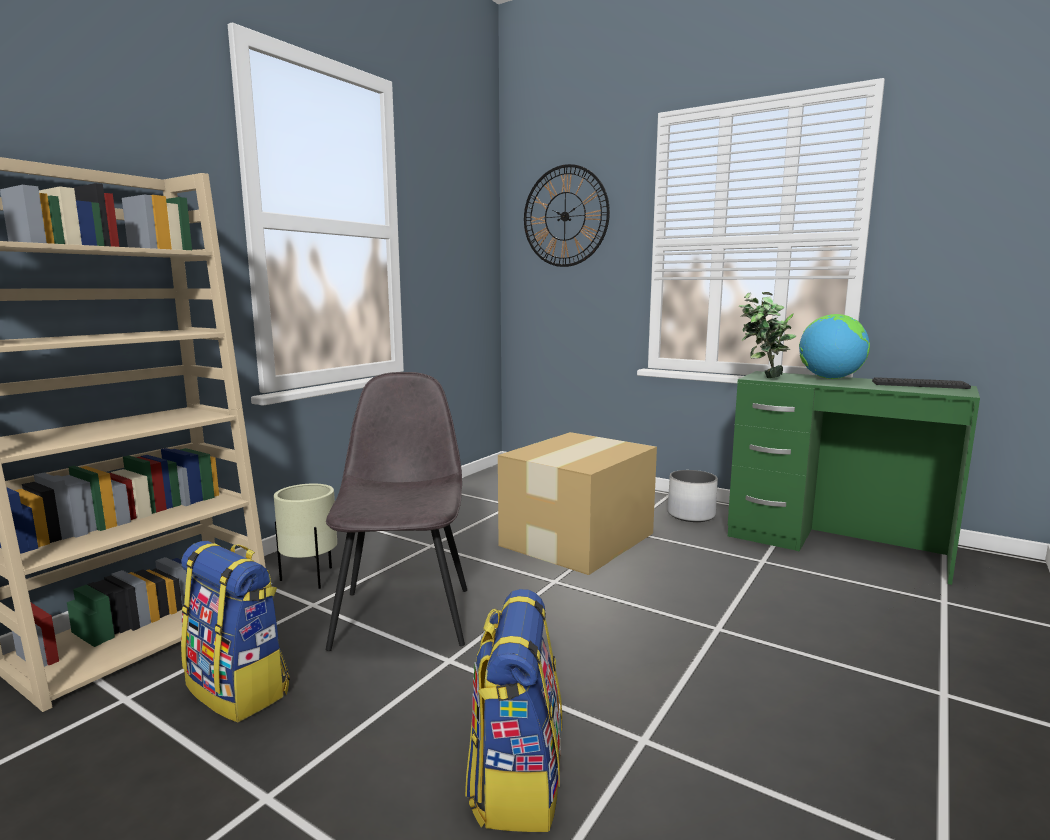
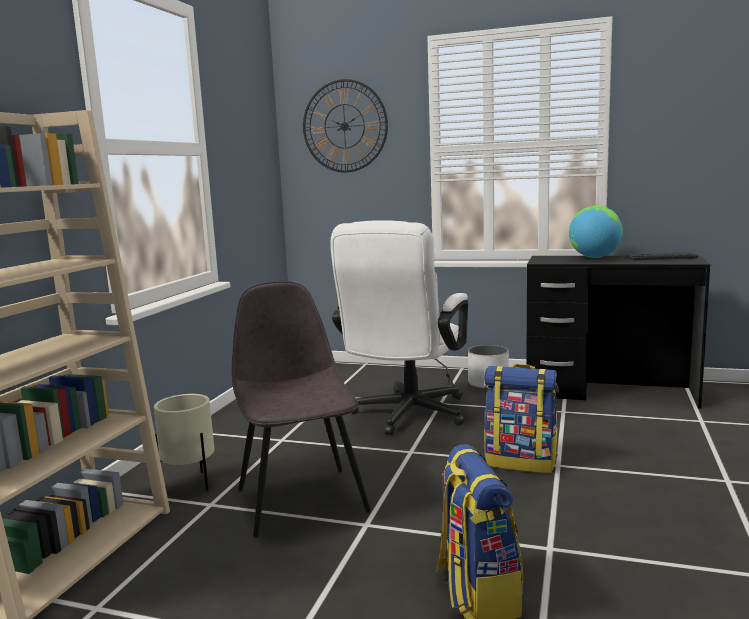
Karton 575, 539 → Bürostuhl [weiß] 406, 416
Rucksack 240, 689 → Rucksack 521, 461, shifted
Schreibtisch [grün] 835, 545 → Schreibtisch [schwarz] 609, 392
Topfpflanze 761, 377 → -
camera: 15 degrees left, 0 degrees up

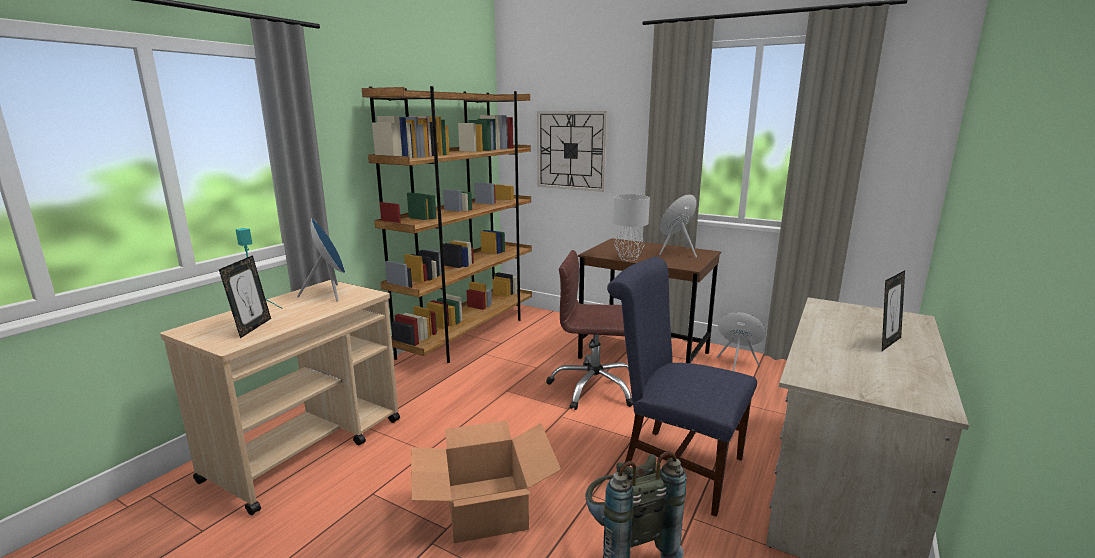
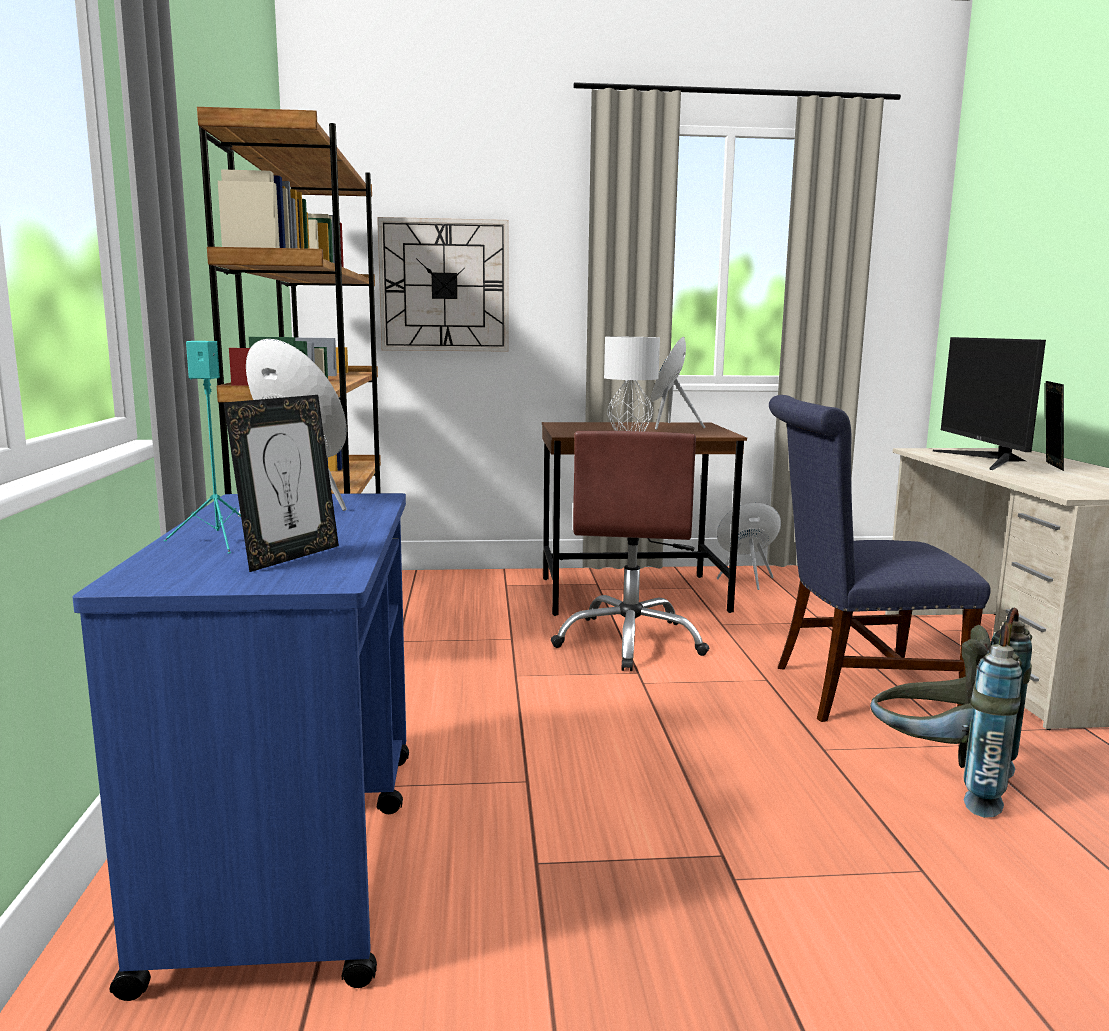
Rollwagen [beige] 308, 448 → Rollwagen [blau] 295, 852
Bilderrahmen 252, 328 → Bilderrahmen 289, 557, 60 degrees clockwise
Bürostuhl [braun] 594, 388 → Bürostuhl [braun] 630, 642, 60 degrees counterclockwise
- → Monitor 986, 460
Karton 485, 508 → -
camera: 35 degrees left, 5 degrees down

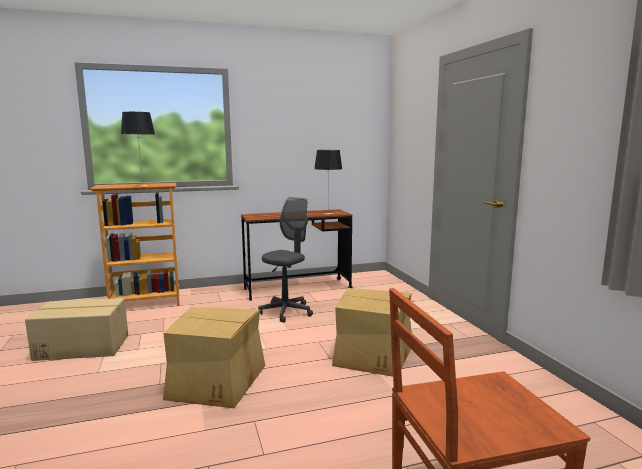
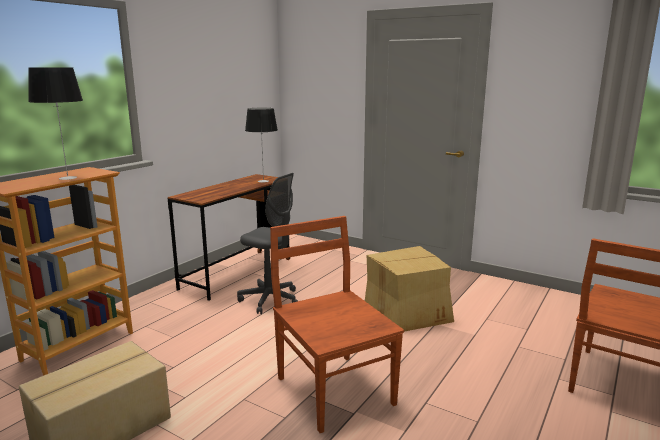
Bürostuhl [grau] 286, 312 → Bürostuhl [grau] 270, 300, 120 degrees clockwise
Karton 216, 381 → Stuhl [braun] 333, 389
camera: 40 degrees left, 5 degrees up

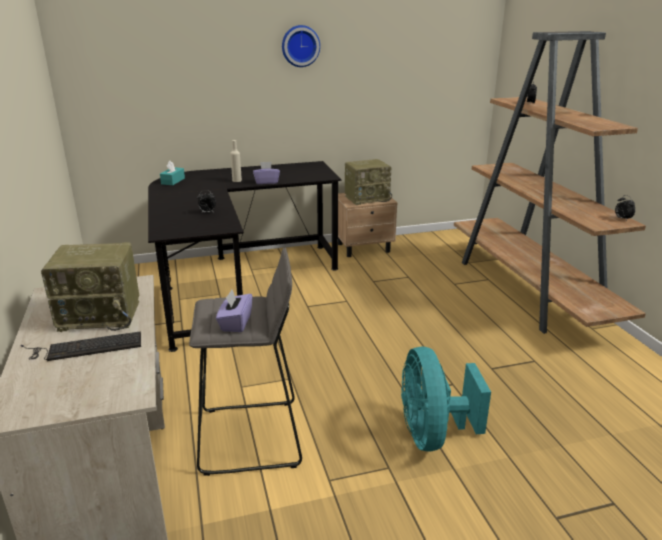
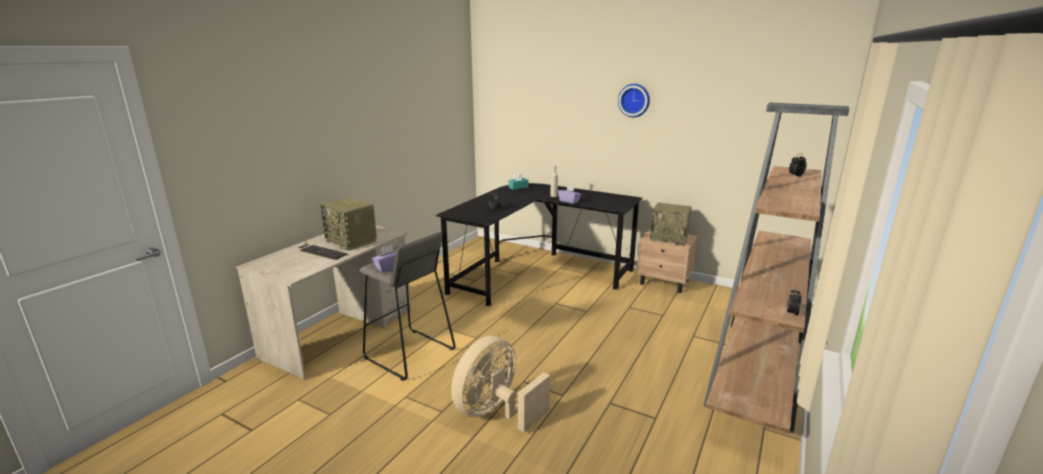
Ventilator [türkis] 432, 434 → Ventilator [beige] 496, 412
camera: 45 degrees right, 5 degrees down

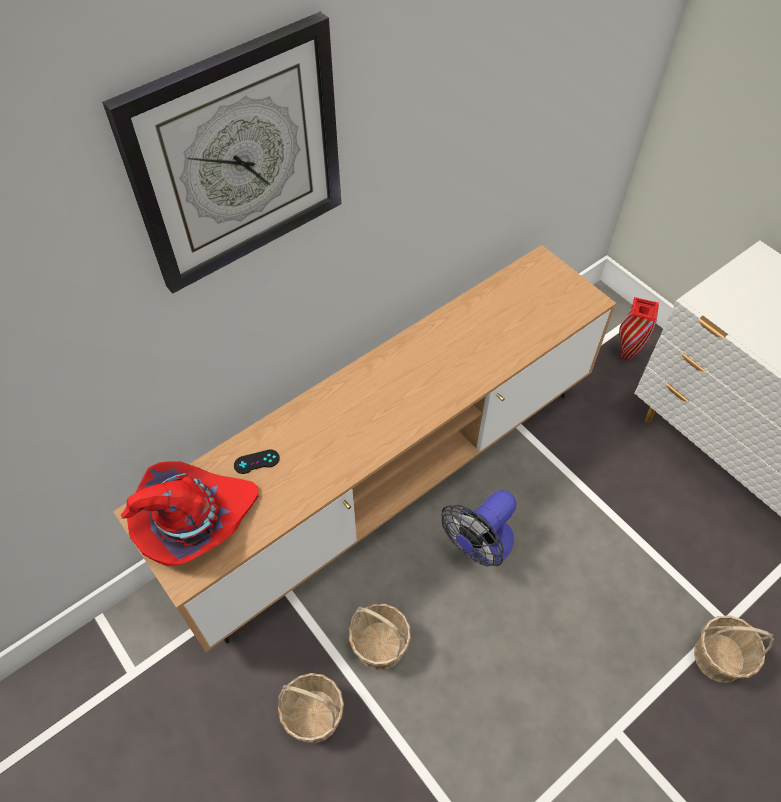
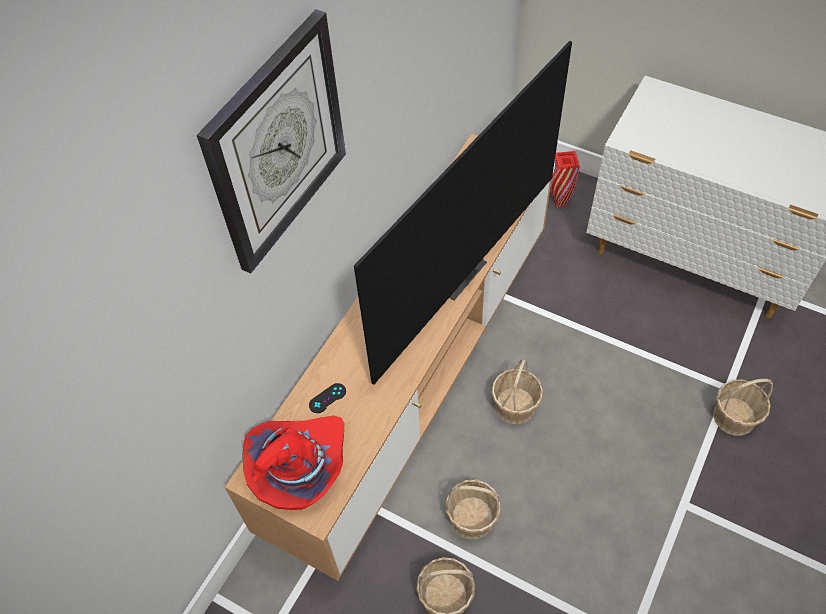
- → Fernseher 454, 271
Ventilator 480, 547 → Korb 515, 406
camera: 20 degrees left, 0 degrees up

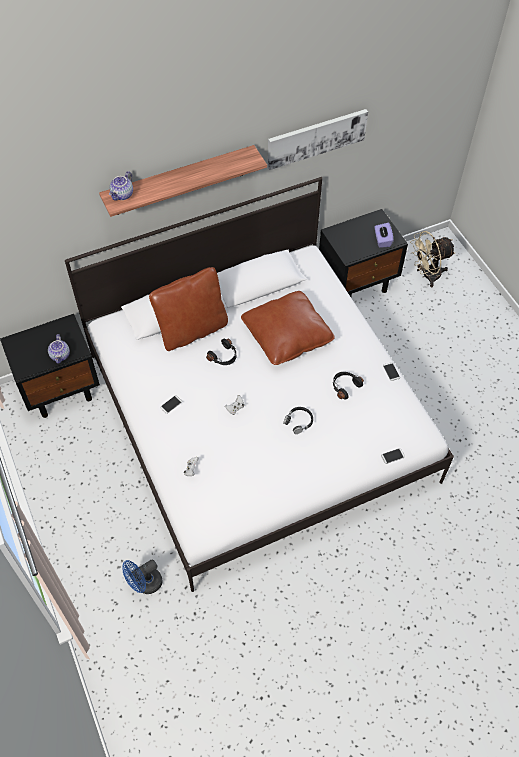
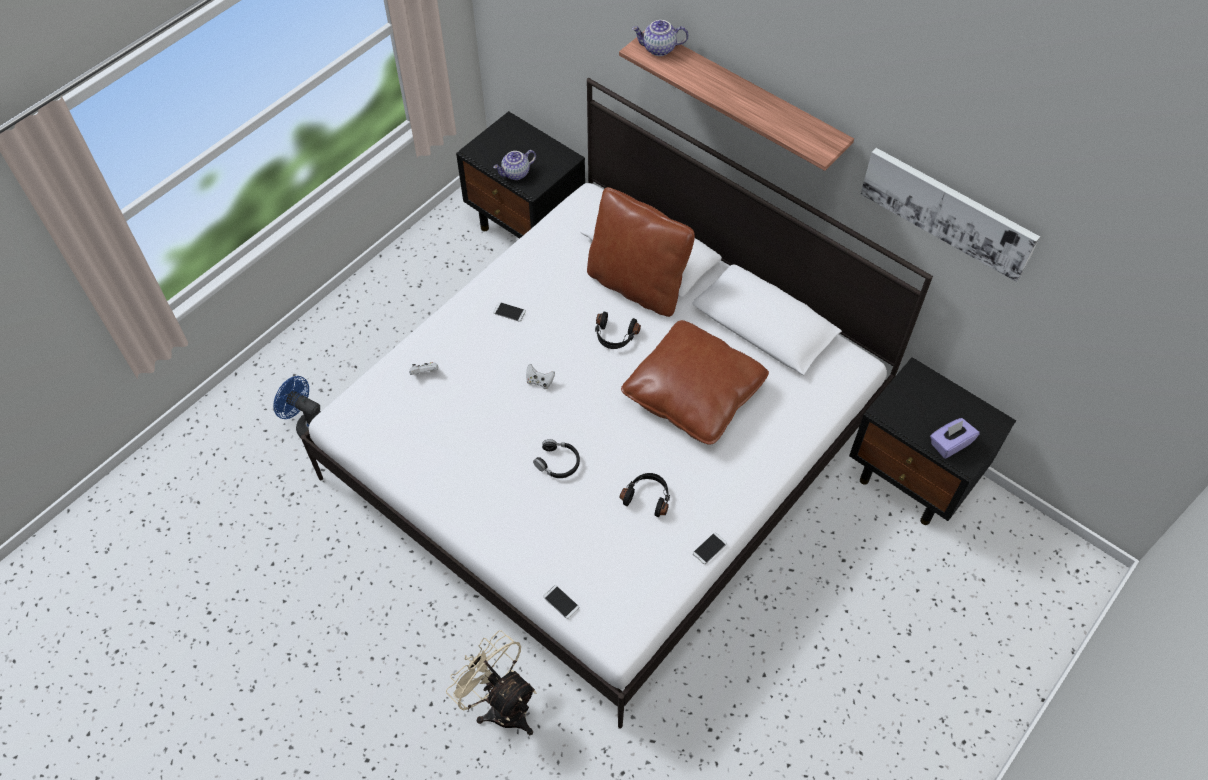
Ventilator [beige] 427, 275 → Ventilator [beige] 501, 704, shifted
camera: 65 degrees right, 0 degrees up

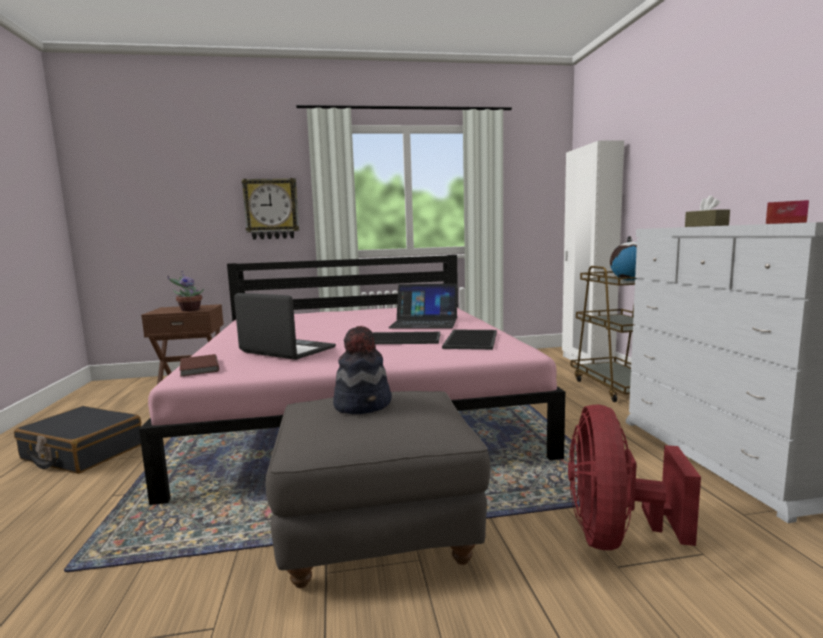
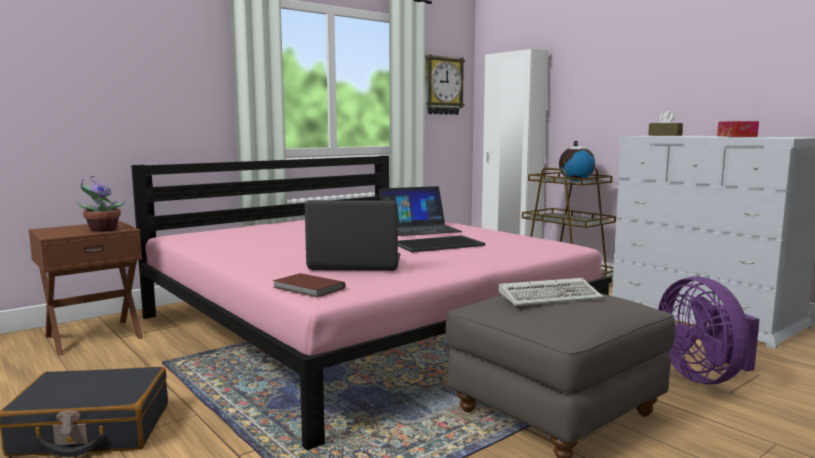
Wanduhr 271, 209 → Wanduhr 442, 85, shifted
Hut 363, 404 → Tastatur 551, 296
Ventilator [rot] 614, 535 → Ventilator [lila] 704, 376
Tablett 470, 339 → -
camera: 30 degrees left, 0 degrees up

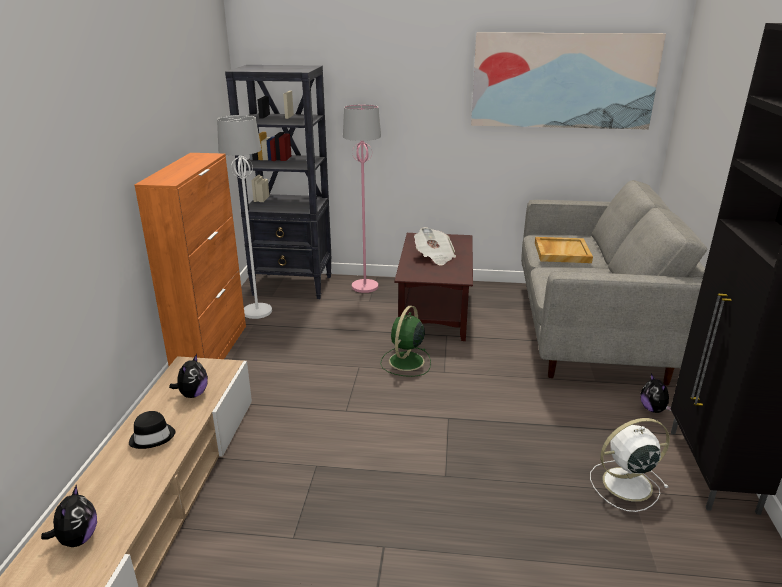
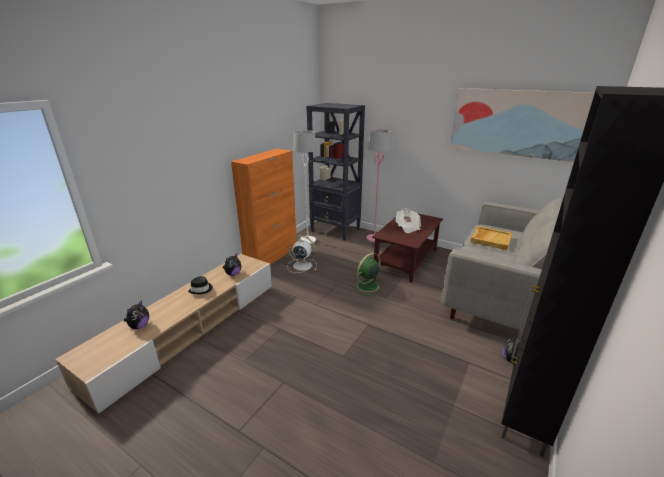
Ventilator [weiß] 625, 484 → Ventilator [weiß] 301, 265, shifted
camera: 25 degrees right, 0 degrees up

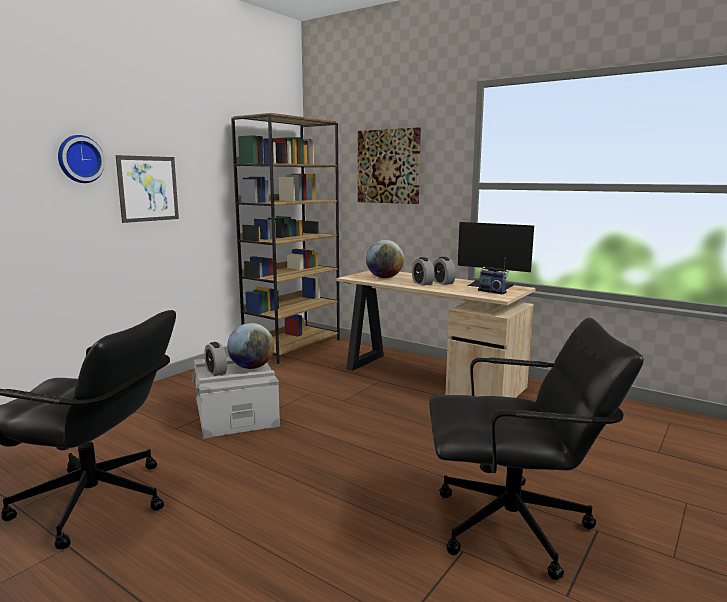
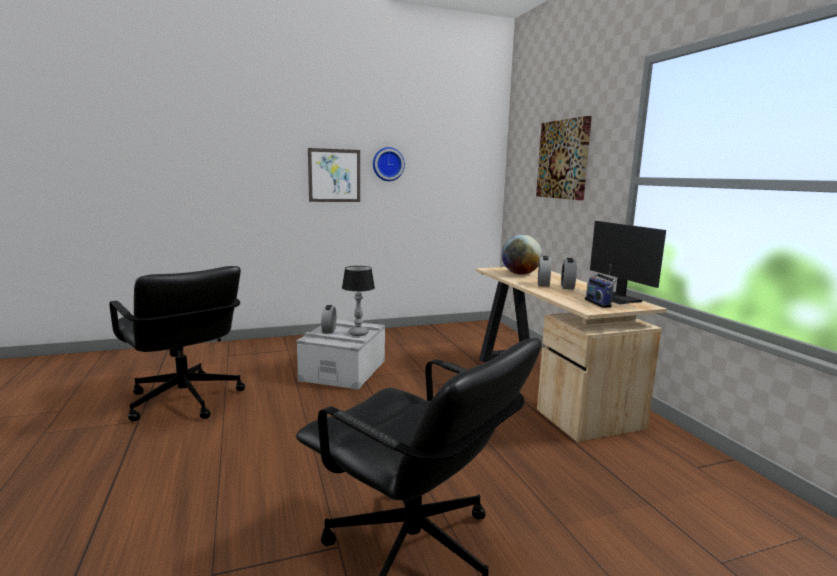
Globus 251, 367 → Tischlampe 358, 333
Wanduhr 79, 159 → Wanduhr 387, 164, shifted
Bücherregal [braun] 293, 346 → -
camera: 35 degrees right, 0 degrees up

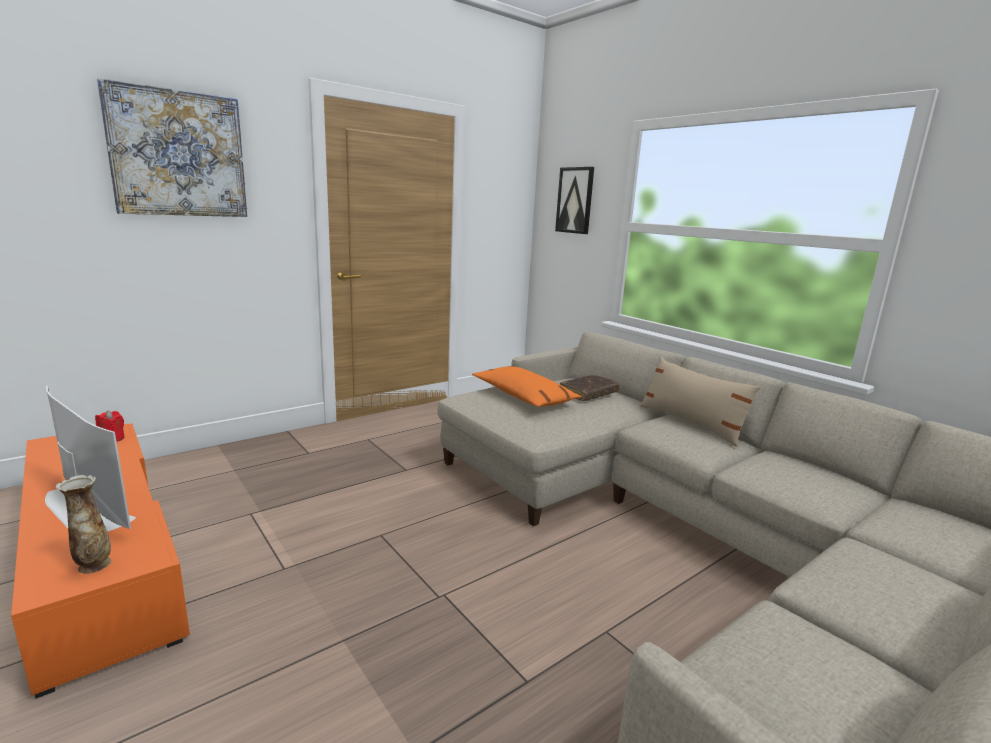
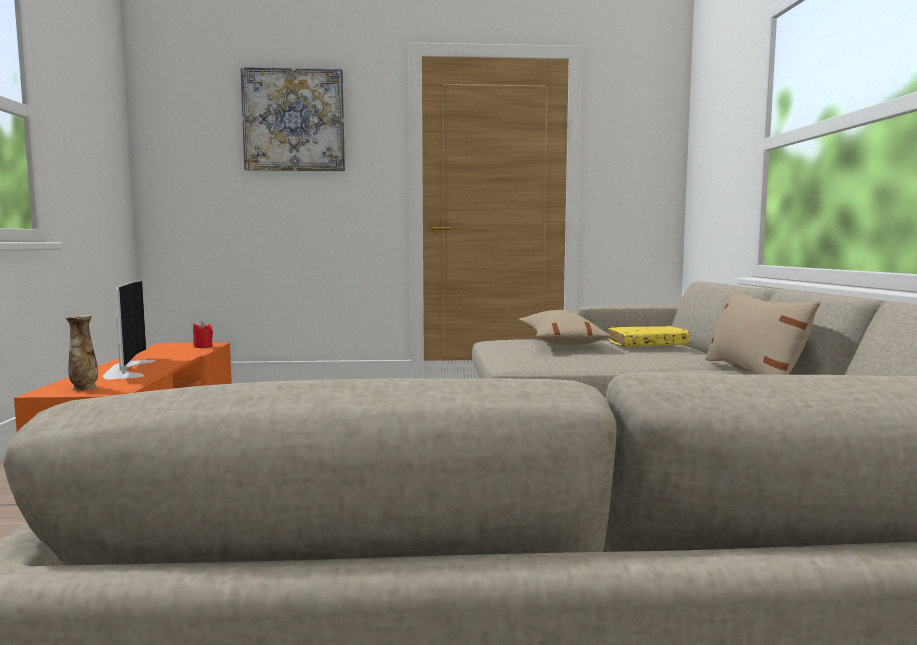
Kissen [orange] 523, 397 → Kissen [beige] 560, 342
Buch [braun] 588, 394 → Buch [gelb] 647, 345
Bild 575, 200 → -
camera: 35 degrees right, 10 degrees down

